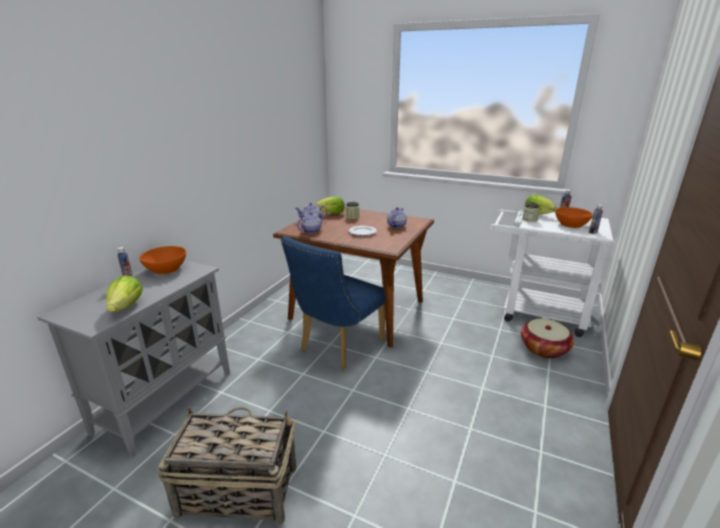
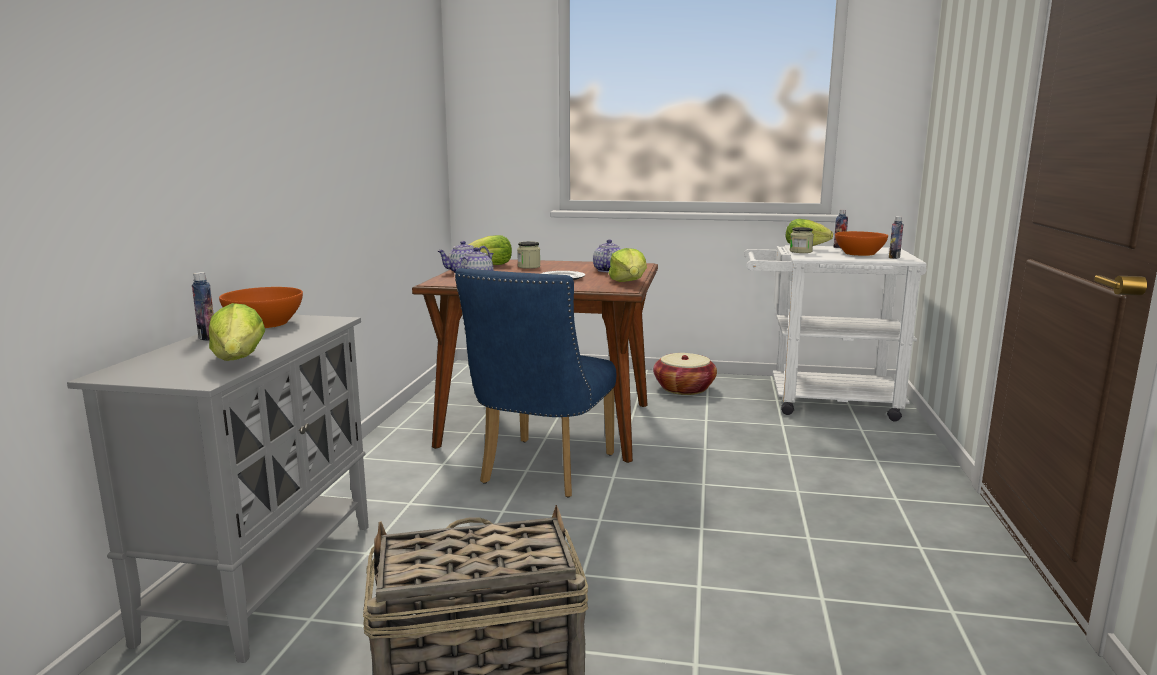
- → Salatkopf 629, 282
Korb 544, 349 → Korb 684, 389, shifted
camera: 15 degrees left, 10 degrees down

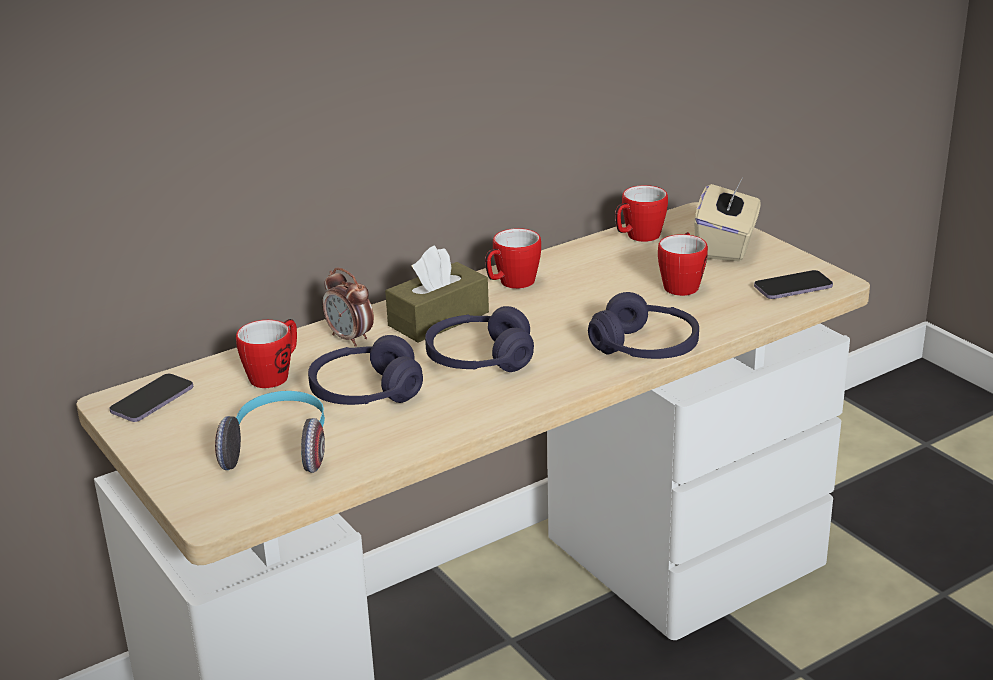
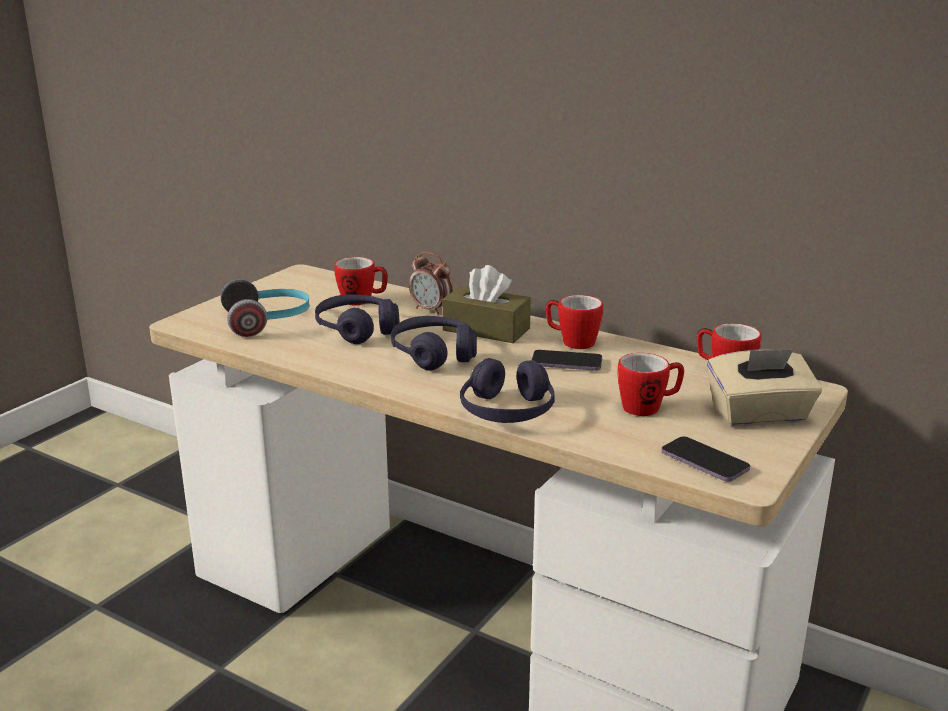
Wecker 350, 338 → Wecker 431, 310, 75 degrees counterclockwise
Handy 152, 401 → Handy 566, 363, shifted
camera: 65 degrees right, 5 degrees down

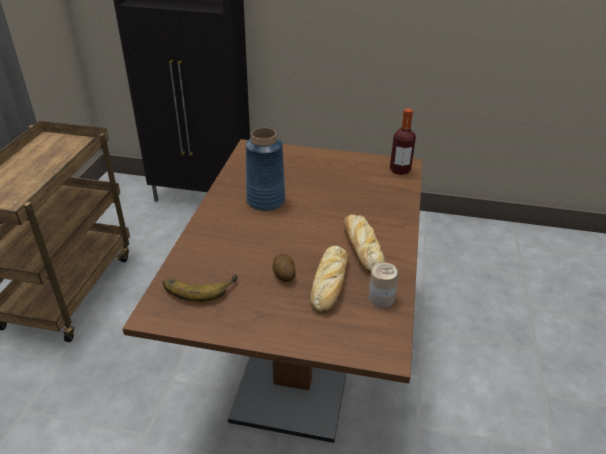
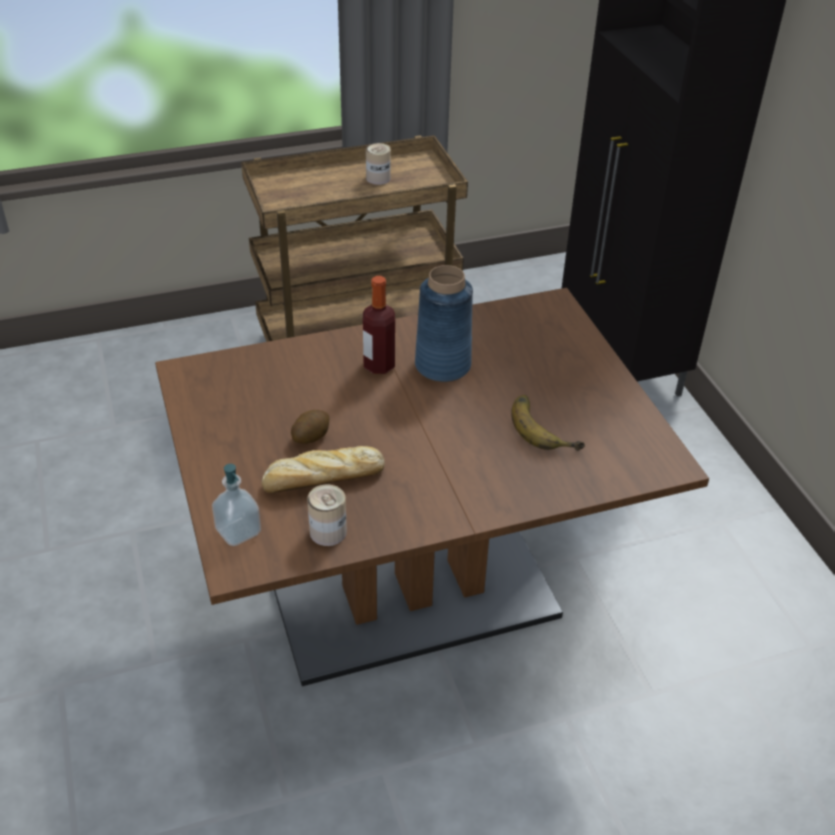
- → Seifenspender 238, 531
Flasche 400, 170 → Flasche 379, 365, shifted
- → Dose 378, 178
Banane 199, 286 → Banane 546, 426, shifted
Brot 361, 247 → -
camera: 60 degrees right, 5 degrees up

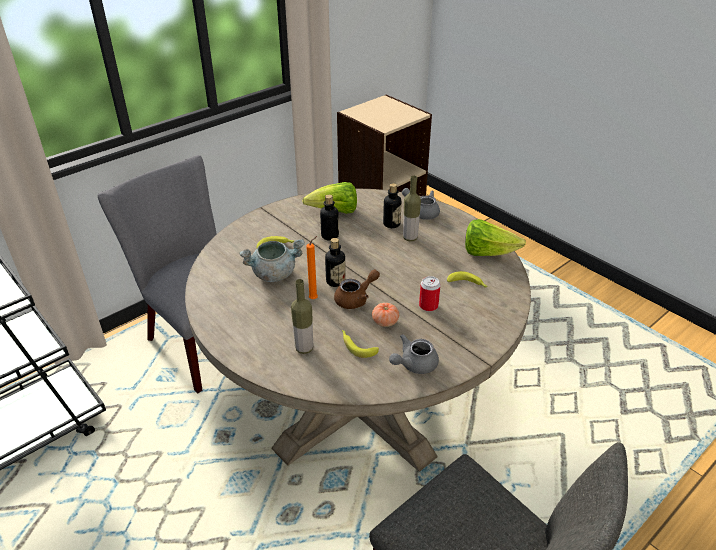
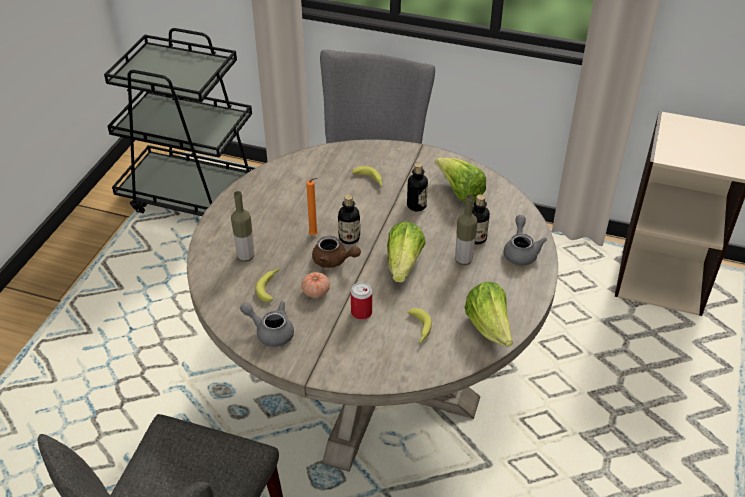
- → Salatkopf 403, 264
Kochtopf [grau] 274, 274 → -
camera: 60 degrees right, 5 degrees up

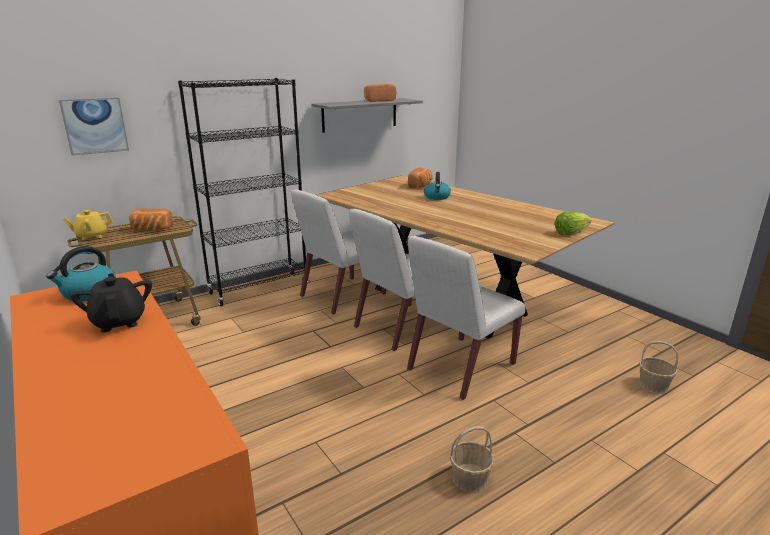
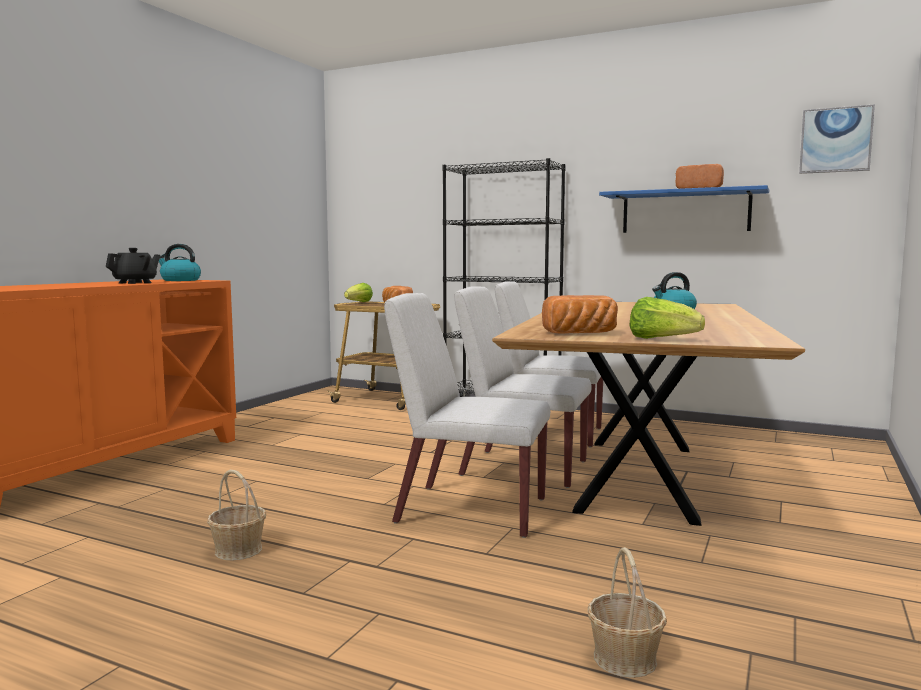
Teekanne [gelb] 91, 236 → Salatkopf 359, 302
Brot 421, 186 → Brot 581, 334, shifted
Wandregal [grau] 360, 115 → Wandregal [blau] 685, 212
Bild 95, 125 → Bild 835, 140, shifted
camera: 60 degrees right, 15 degrees down

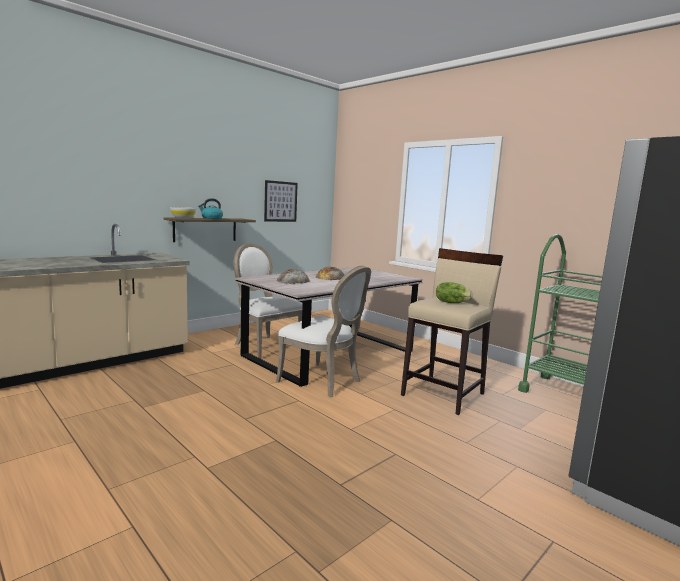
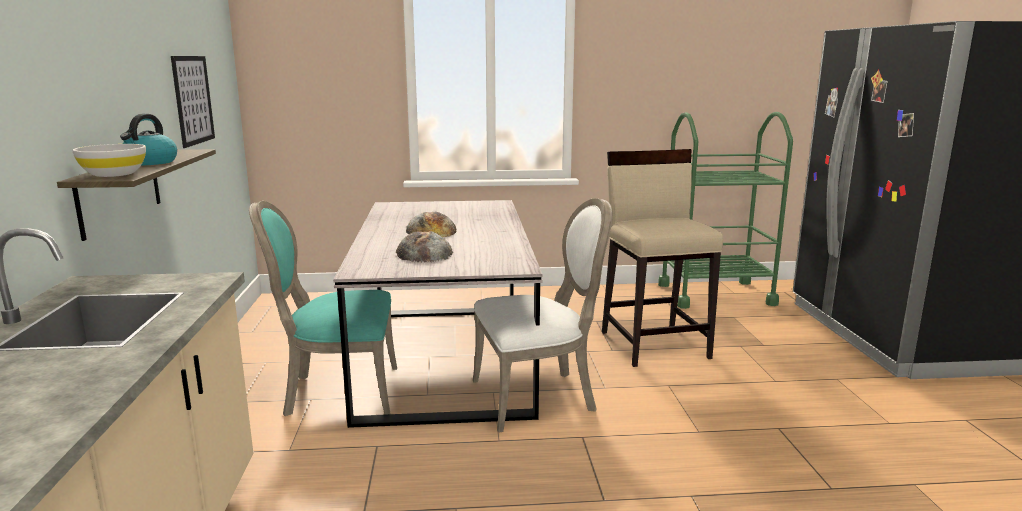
Stuhl [weiß] 265, 346 → Stuhl [türkis] 338, 393
Salatkopf 451, 303 → -
camera: 50 degrees left, 5 degrees up

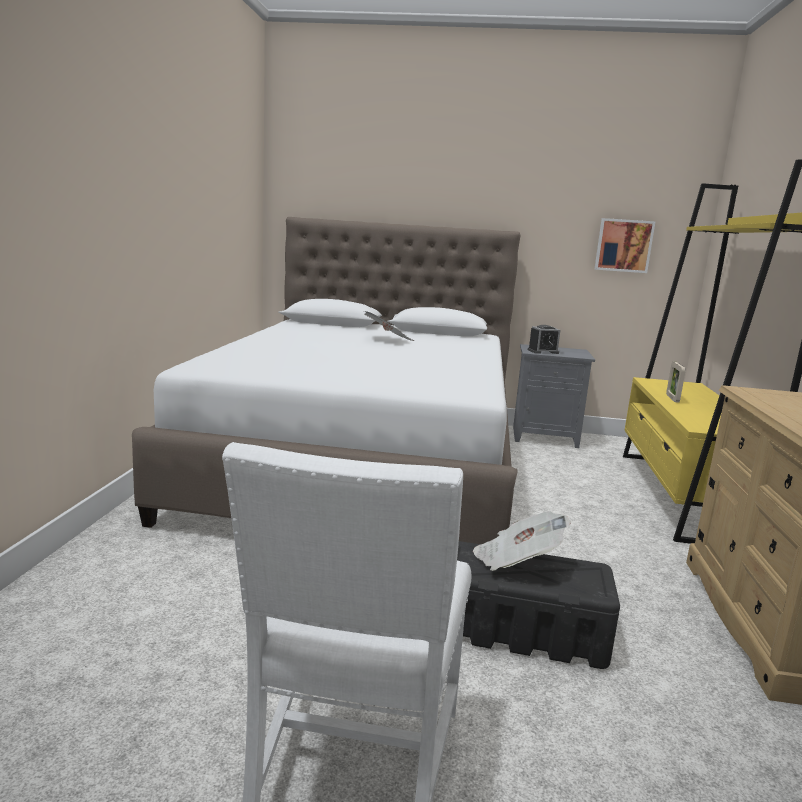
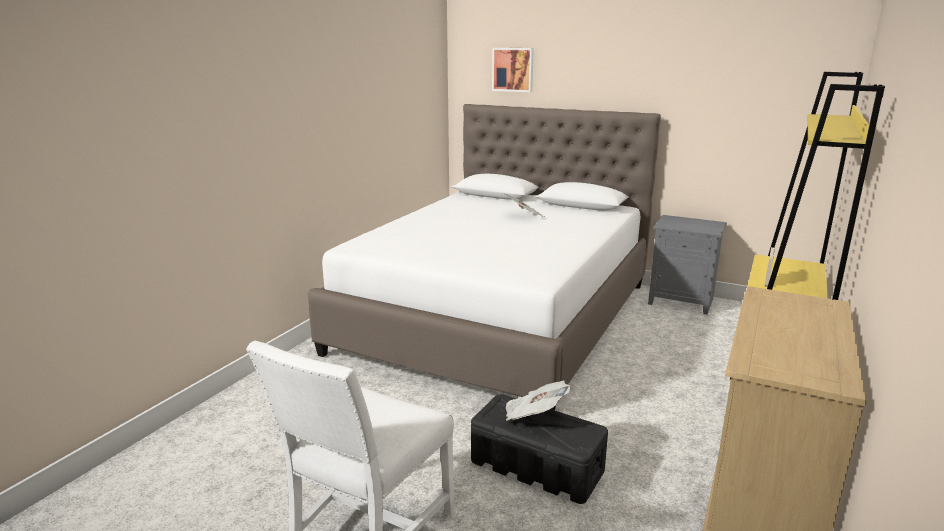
Bild 623, 245 → Bild 513, 69, shifted
Wecker 543, 351 → -
camera: 20 degrees right, 5 degrees up

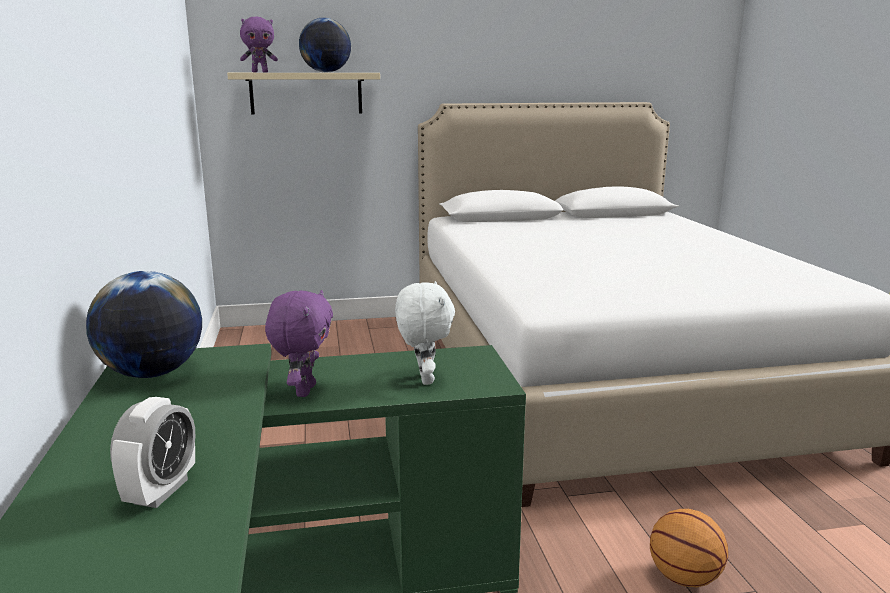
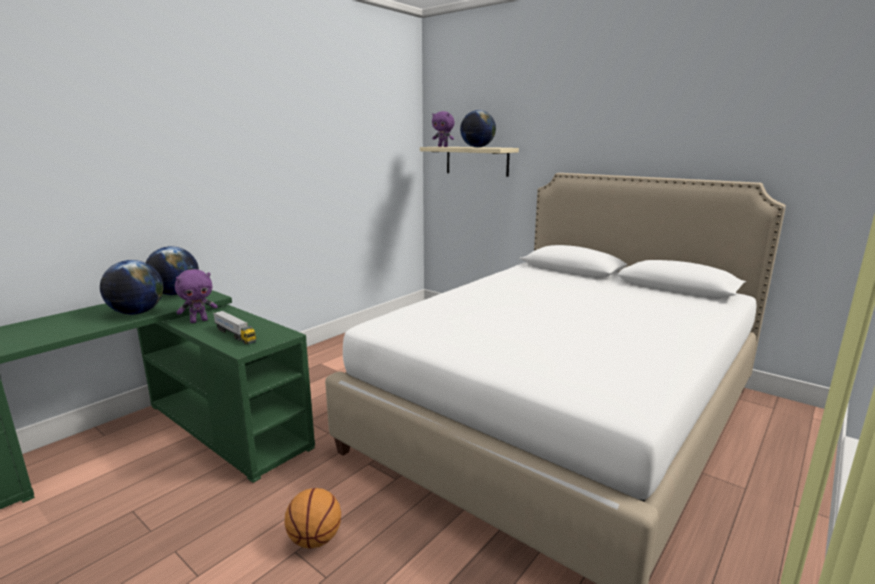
- → Globus 137, 313
Plüschtier [weiß] 424, 379 → Spielzeuglaster 235, 335
Wecker 161, 491 → -
camera: 50 degrees right, 0 degrees up

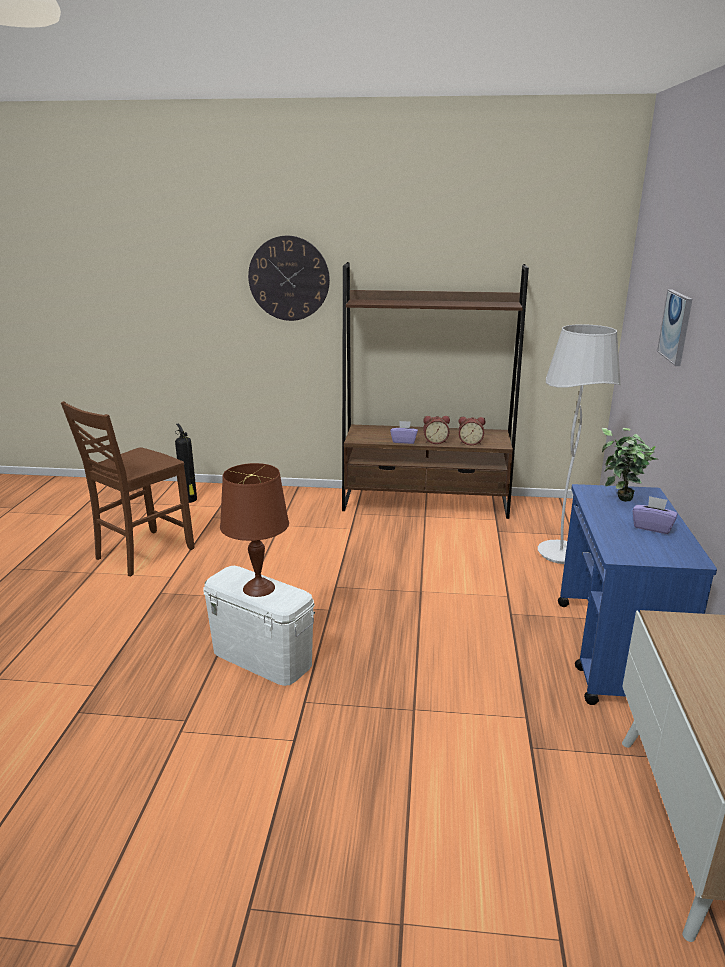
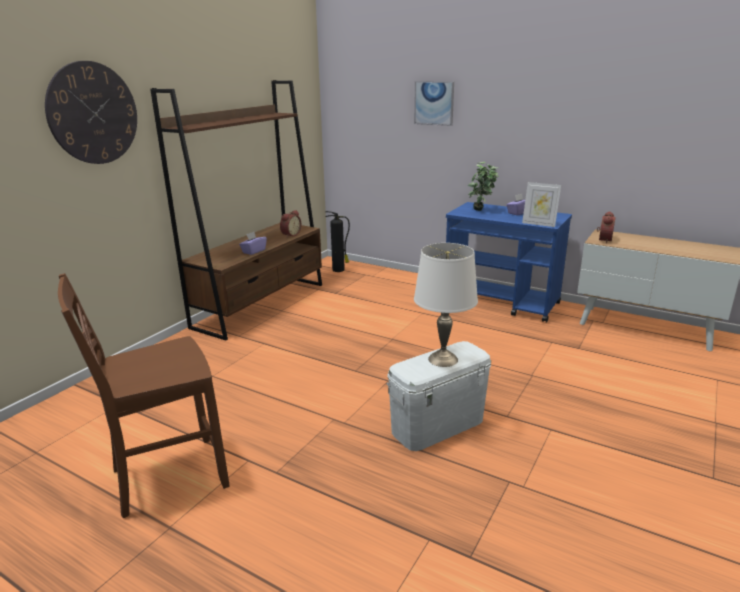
Stuhl [braun] 142, 553 → Stuhl [braun] 167, 477, 90 degrees clockwise
Feuerlöscher 189, 500 → Feuerlöscher 339, 270, shifted
Tischlampe [braun] 259, 587 → Tischlampe [weiß] 442, 359
- → Bilderrahmen 539, 224
Wecker 435, 441 → Wecker 603, 240, shifted
Stehlampe [weiß] 560, 554 → -
camera: 65 degrees left, 0 degrees up

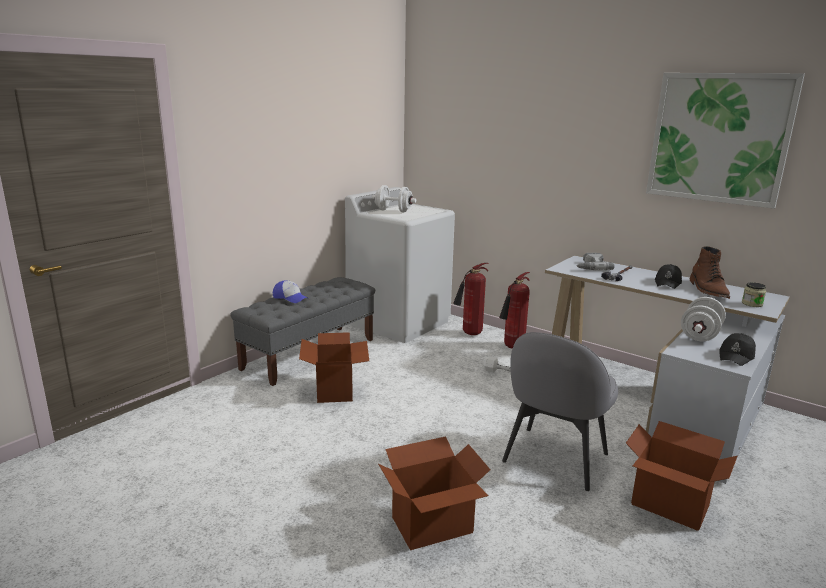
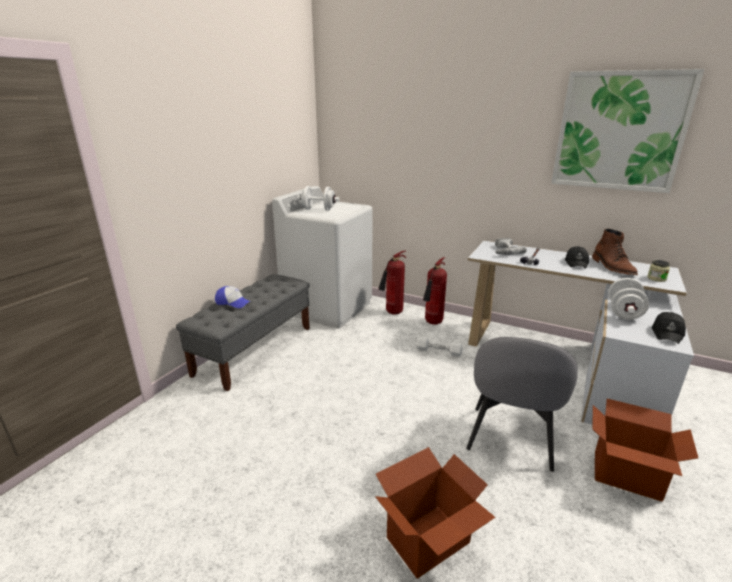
Karton 335, 390 → -
camera: 10 degrees left, 5 degrees up

